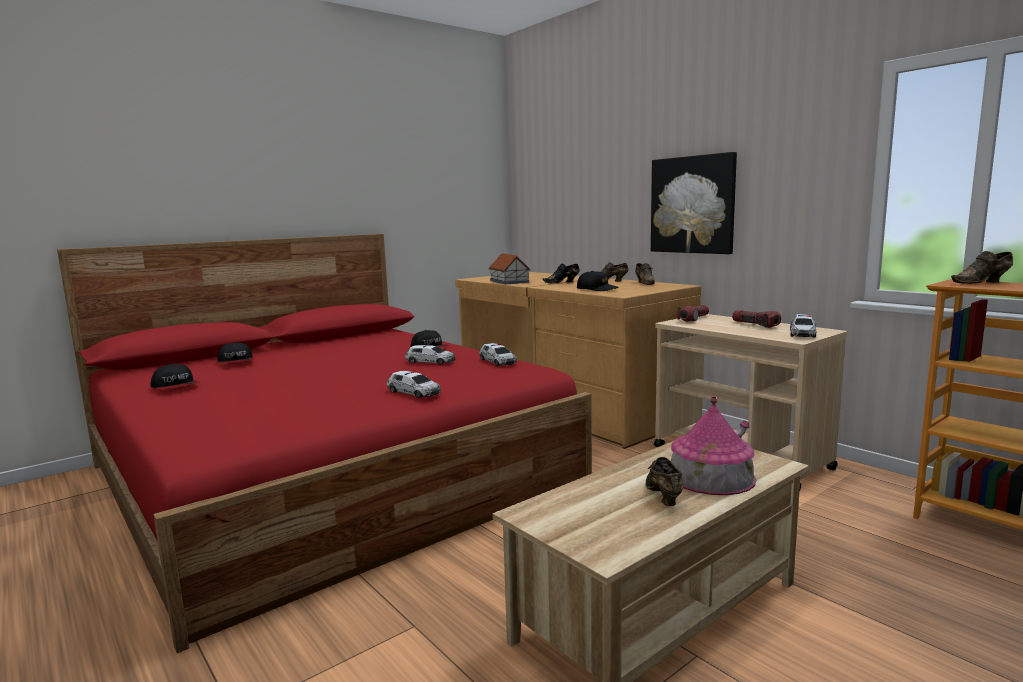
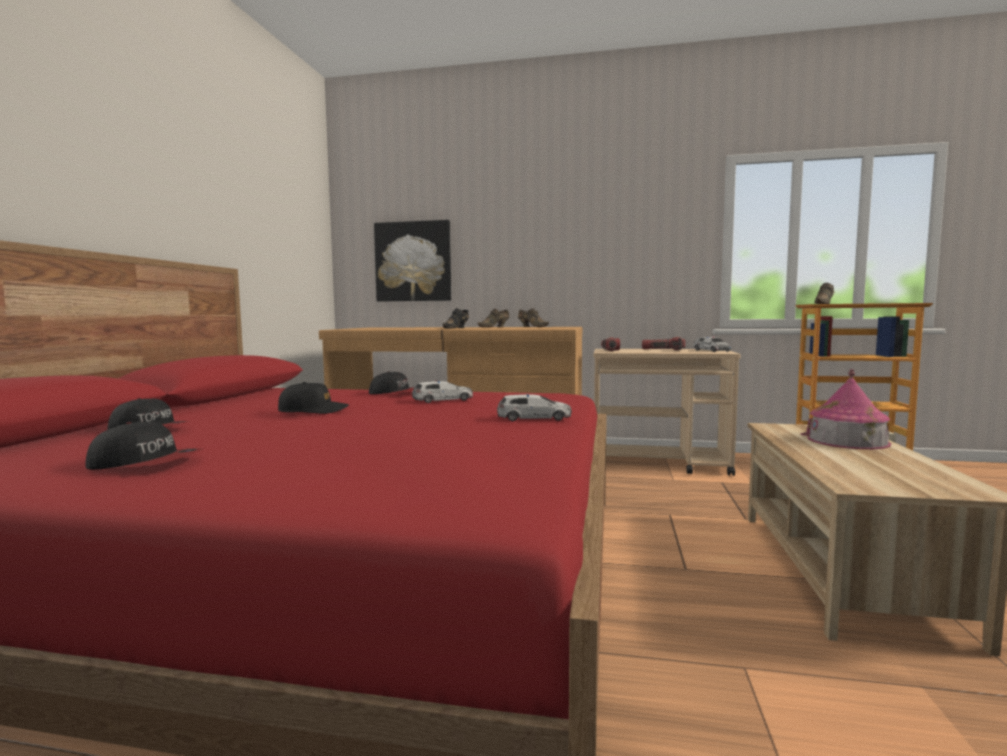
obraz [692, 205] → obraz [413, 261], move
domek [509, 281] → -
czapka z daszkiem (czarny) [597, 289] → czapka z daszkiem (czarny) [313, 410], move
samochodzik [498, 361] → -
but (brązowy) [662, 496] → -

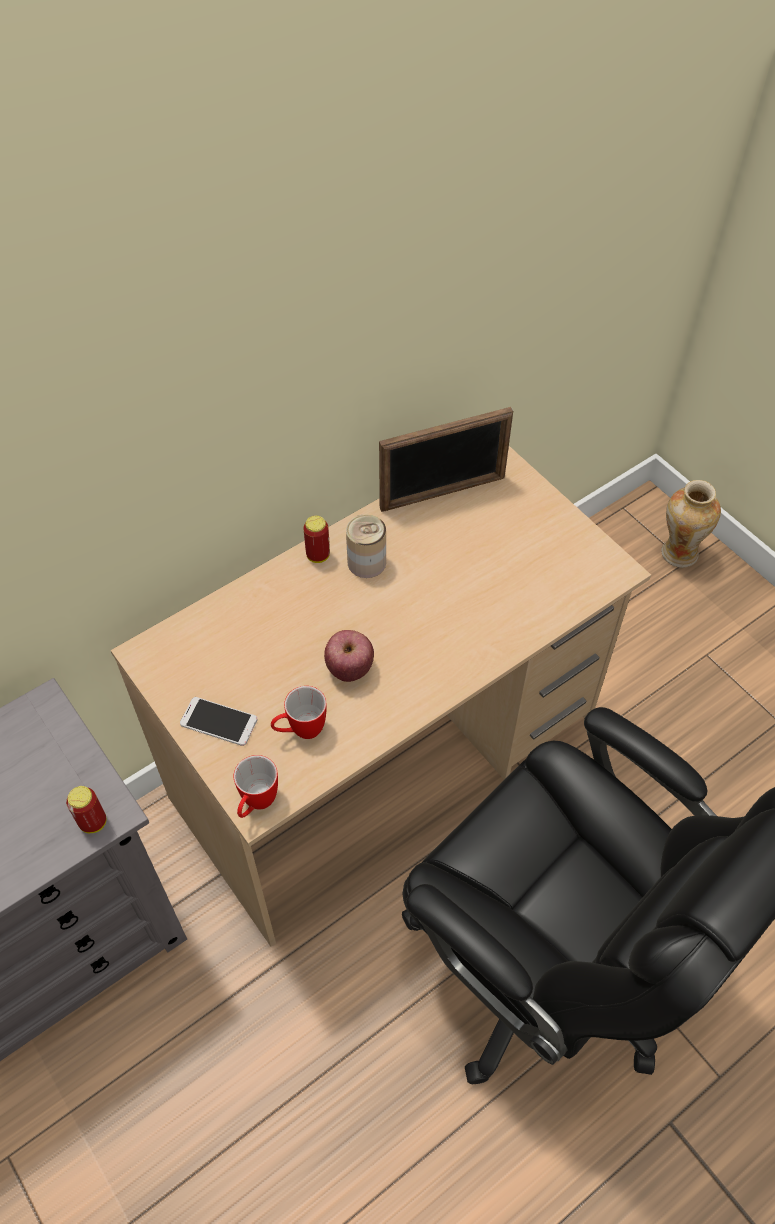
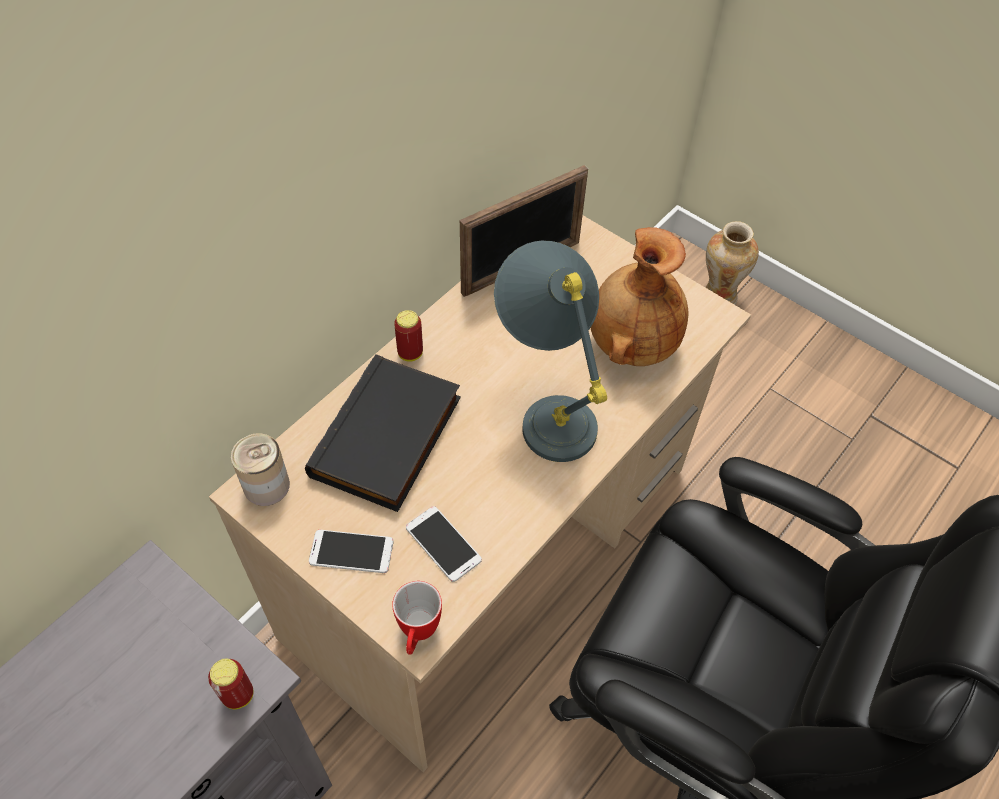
puszka [366, 562] → puszka [266, 485], move
jabłko [349, 668] → -
kubek [300, 731] → telefon [443, 544]
- → wazon (brązowy) [631, 343]
- → lampa stołowa (szary) [547, 408]
- → książka (czarny) [389, 438]

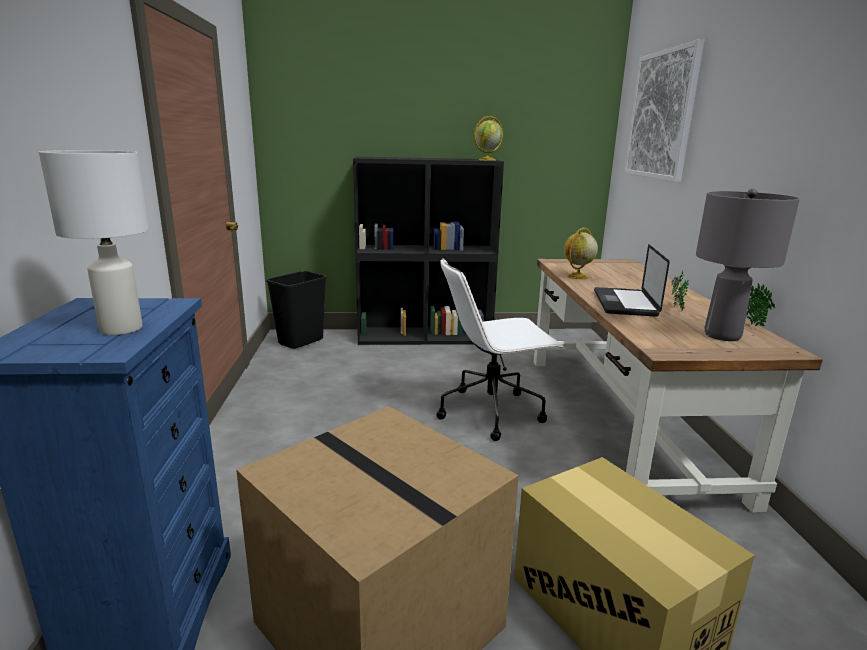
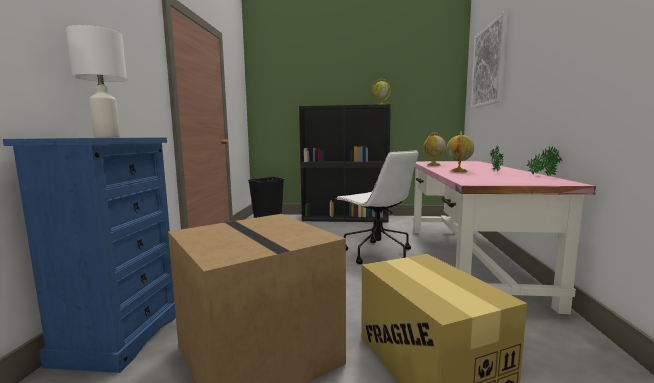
lampa stołowa (szary) [722, 335] → -
laptop [625, 303] → globus [459, 171]
krzesło biurowe (biały) [492, 412] → krzesło biurowe (biały) [376, 253], 120 degrees counterclockwise
biurko (brązowy) [622, 419] → biurko (różowy) [468, 260]

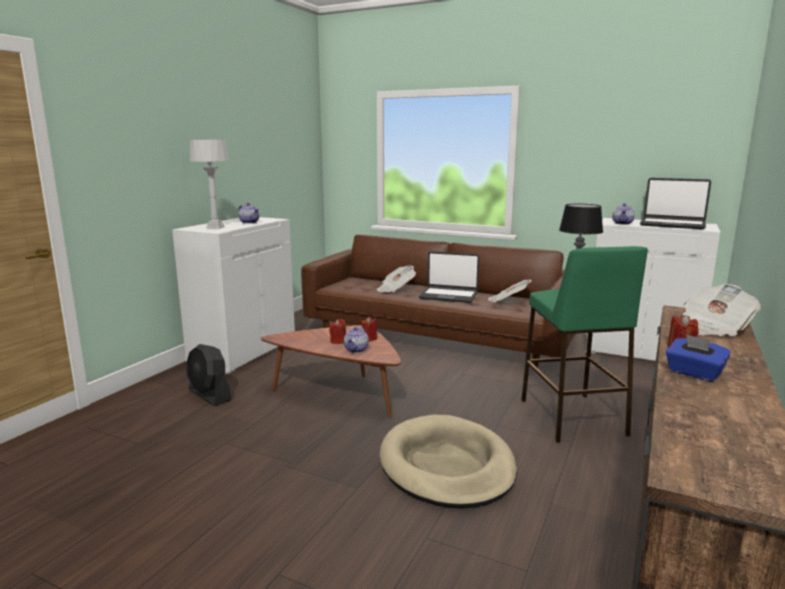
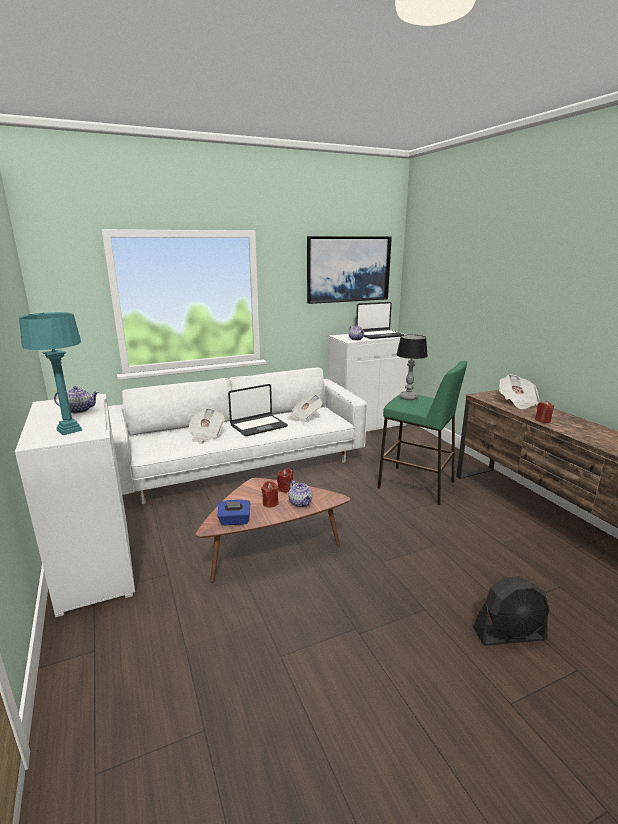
lampa stołowa (szary) [215, 227] → lampa stołowa (turkusowy) [69, 430]
kanapa (brązowy) [437, 337] → kanapa (biały) [241, 464]
pudełko chusteczek (niebieski) [694, 373] → pudełko chusteczek (niebieski) [234, 521], move
wentylator (czarny) [209, 395] → wentylator (czarny) [509, 634], move
legowisko (beżowy) [446, 466] → -
- → obraz [348, 269]

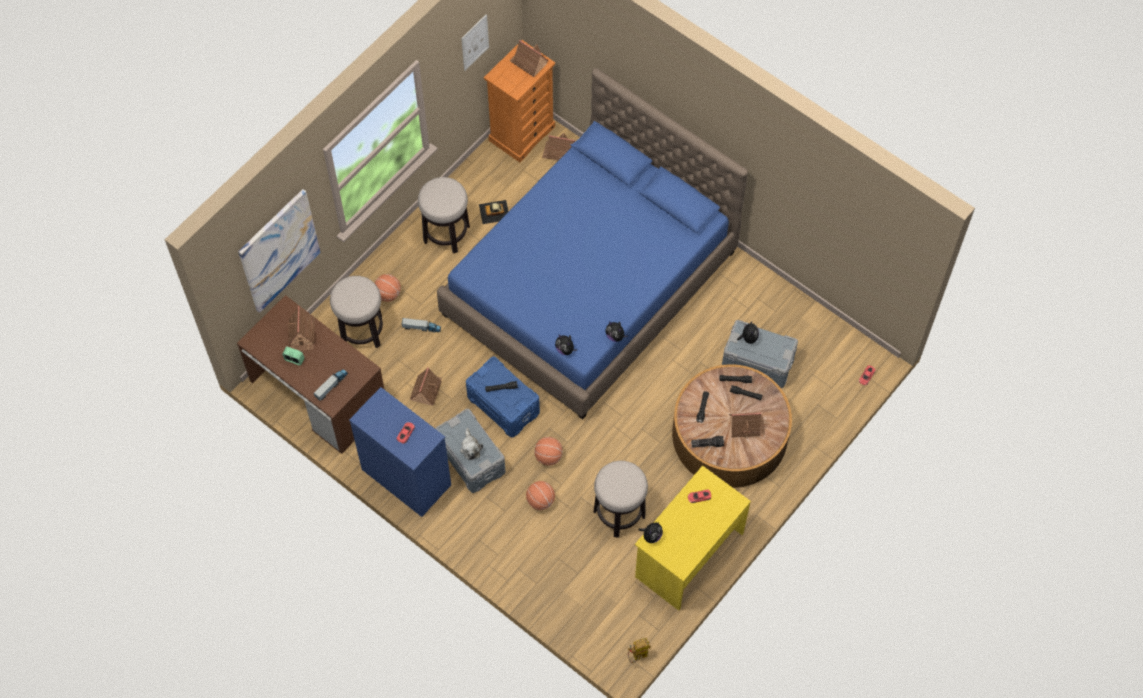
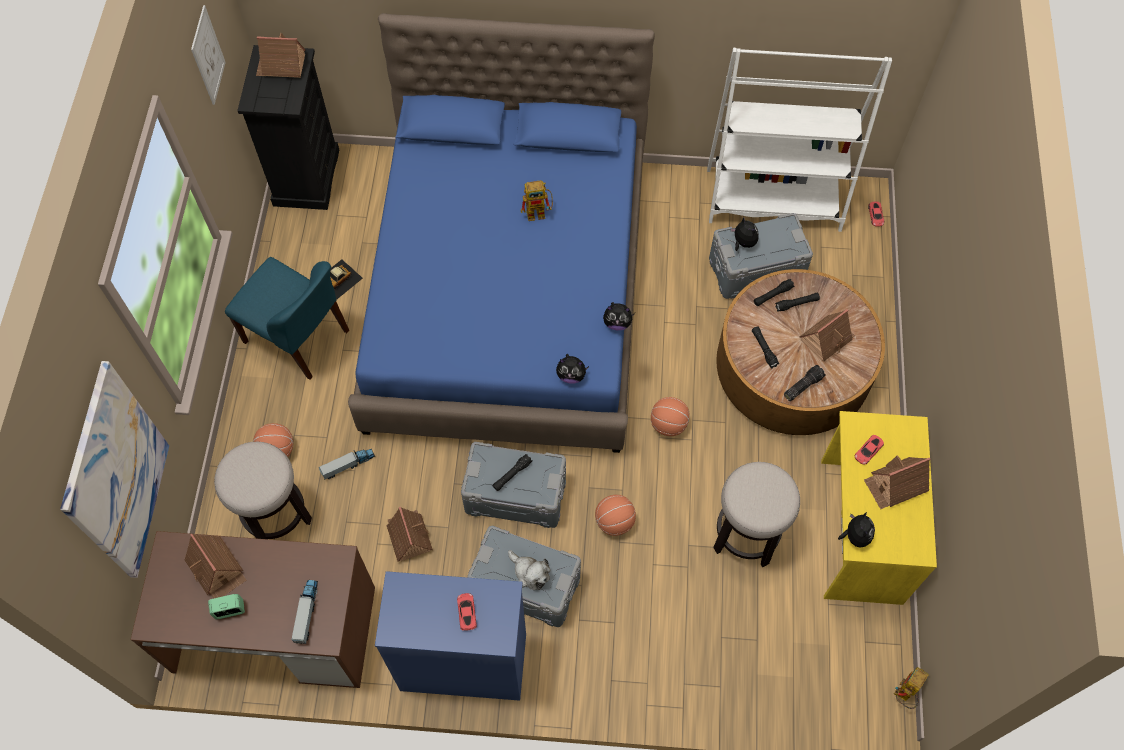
komoda (pomarańczowy) [522, 133] → komoda (czarny) [306, 177]
domek [559, 152] → domek [895, 485], move
stołek [446, 233] → krzesło (niebieski) [298, 337]
pojemnik do przechowywania (niebieski) [503, 405] → pojemnik do przechowywania (szary) [515, 496]
piłka do koszykówki [540, 501] → piłka do koszykówki [668, 424], move
- → regał (biały) [773, 200]
- → robot zabawkowy [539, 212]

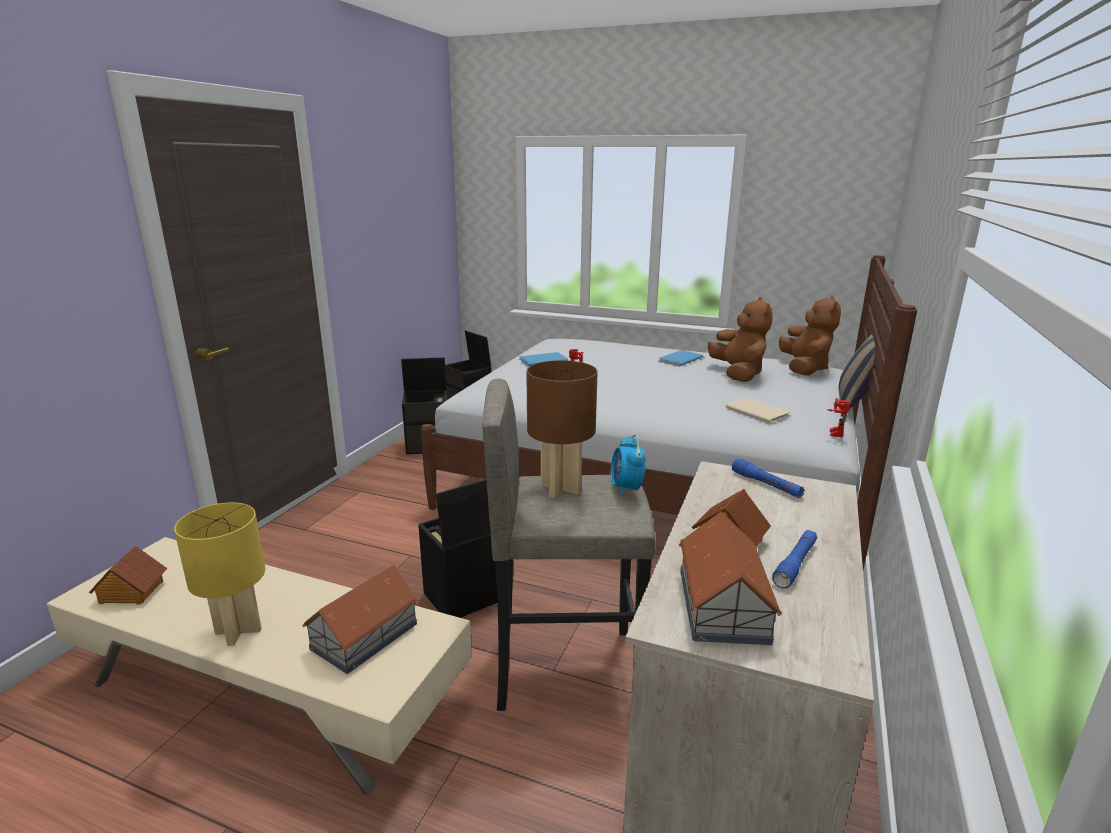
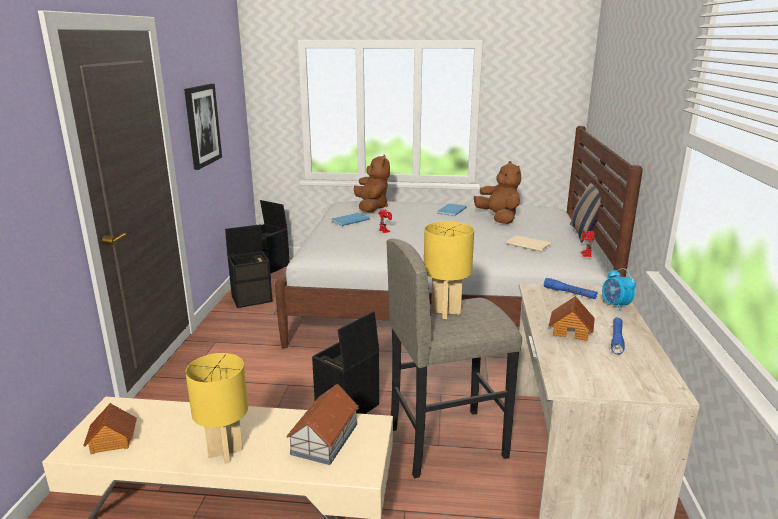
pluszak (brązowy) [804, 369] → pluszak (brązowy) [371, 208], move
lampa stołowa (brązowy) [560, 488] → lampa stołowa (żółty) [445, 312]
budzik [626, 489] → budzik [615, 305], move
domek [722, 606] → -
- → obraz [202, 125]

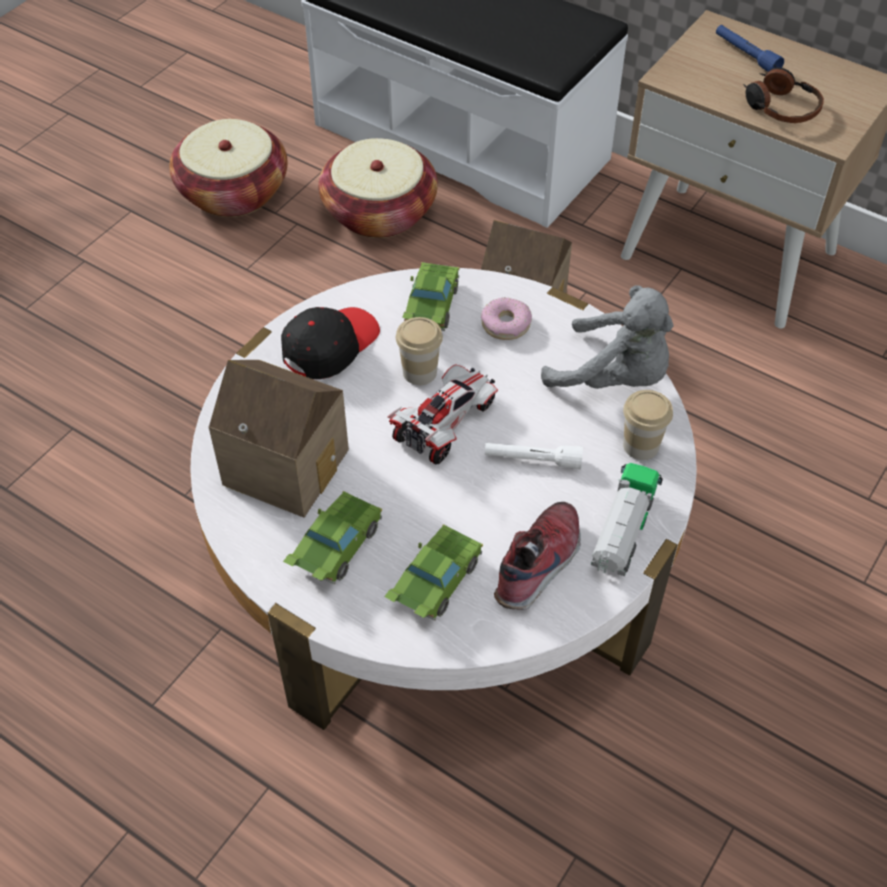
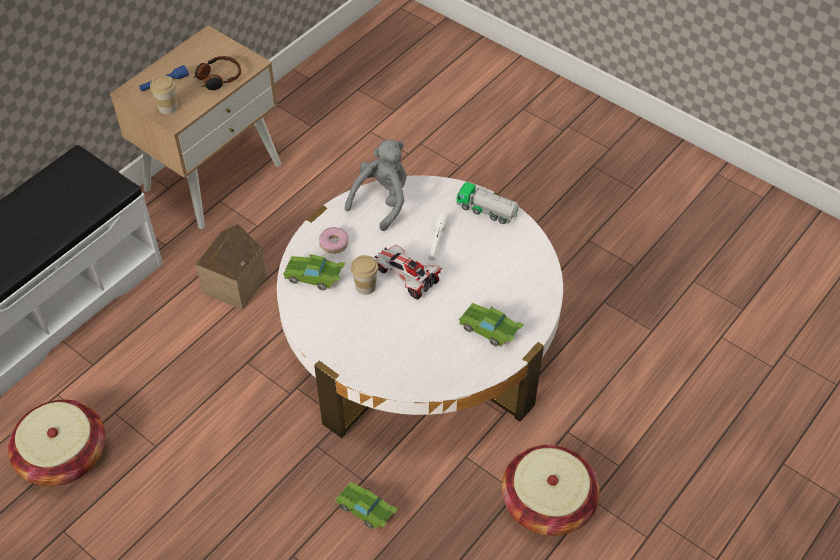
koszyk [379, 212] → koszyk [547, 503], move
czapka z daszkiem (czarny) [330, 346] → -
domek [288, 462] → -
filiżanka [641, 445] → filiżanka [168, 107], move
but [540, 564] → -
samochodzik (zielony) [434, 585] → samochodzik (zielony) [367, 511], move

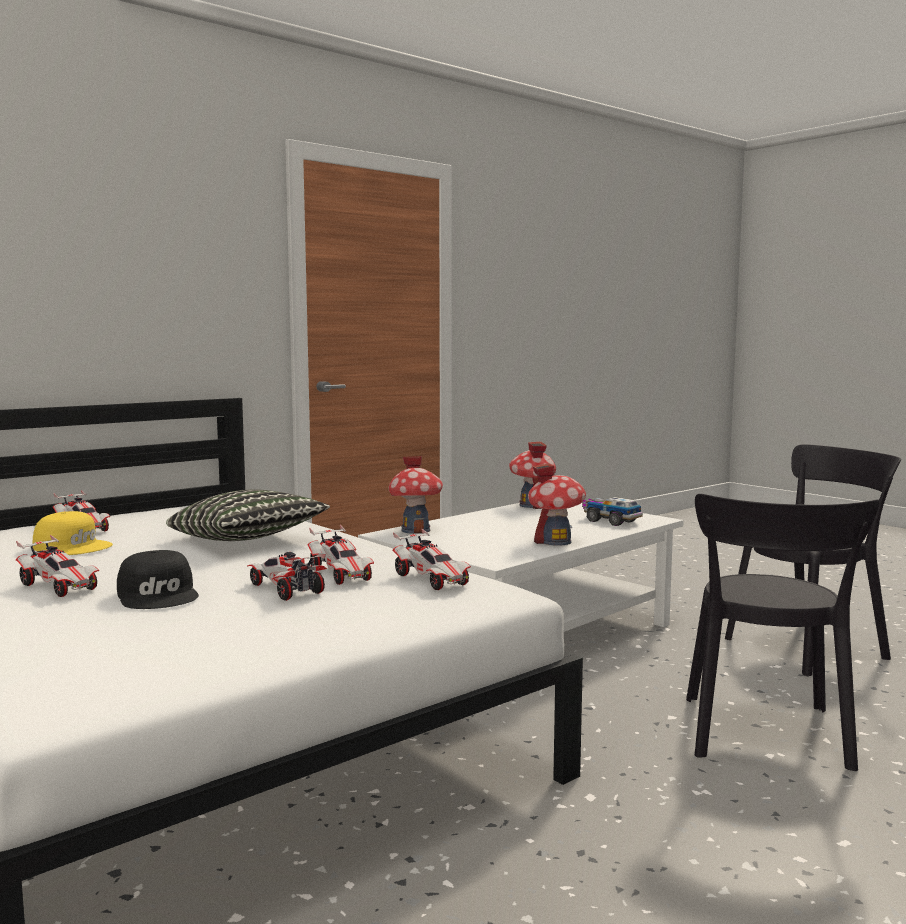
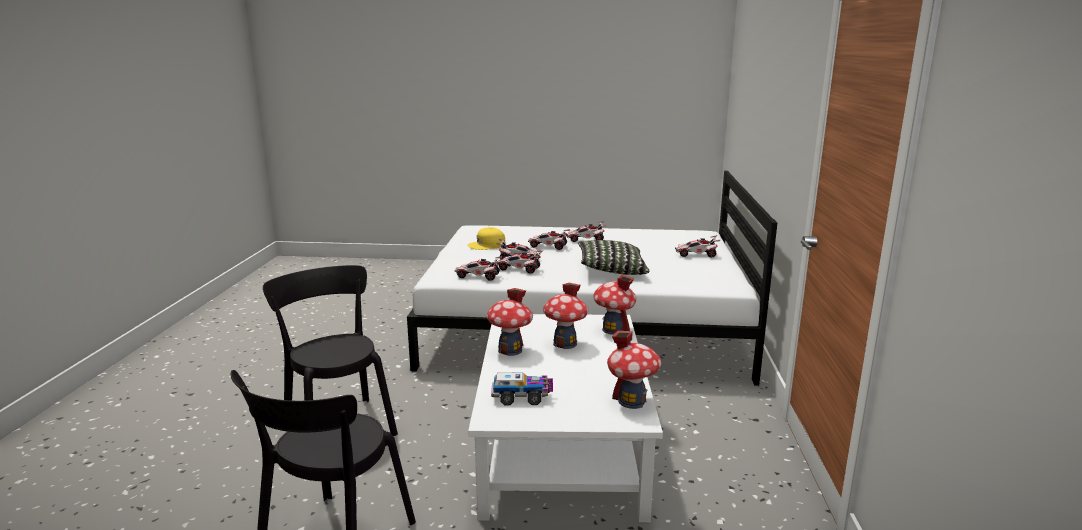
czapka z daszkiem (żółty) [73, 546] → czapka z daszkiem (żółty) [487, 245], move
czapka z daszkiem (czarny) [159, 595] → samochodzik [548, 246]
- → domek [565, 343]

